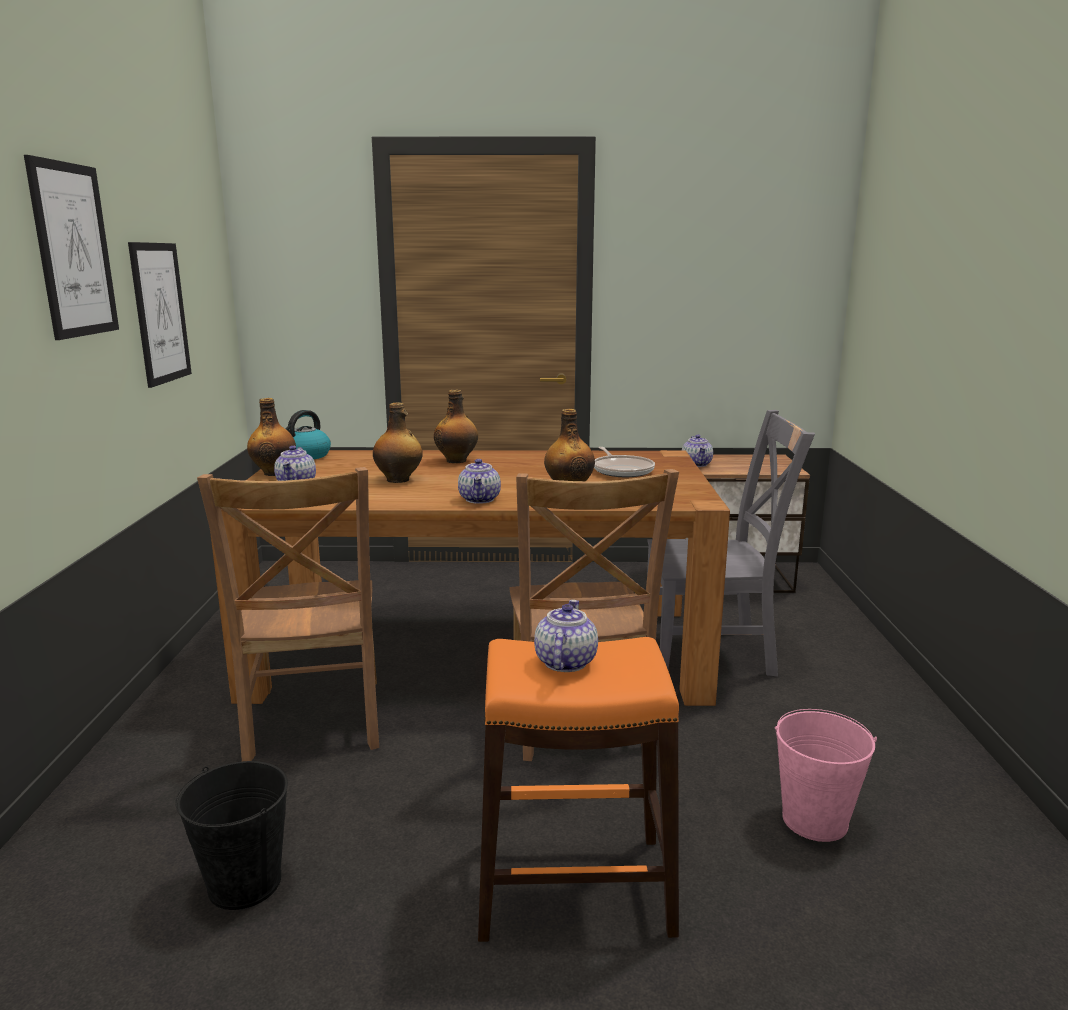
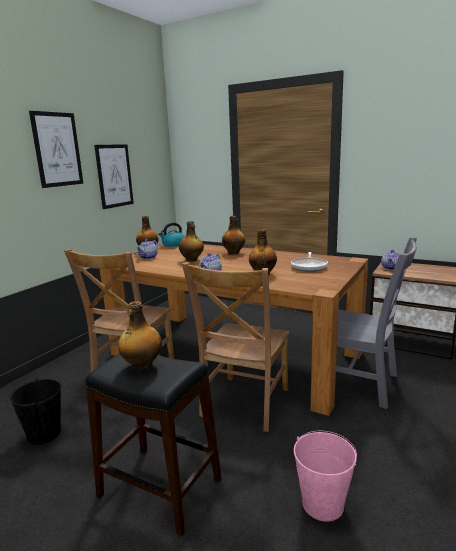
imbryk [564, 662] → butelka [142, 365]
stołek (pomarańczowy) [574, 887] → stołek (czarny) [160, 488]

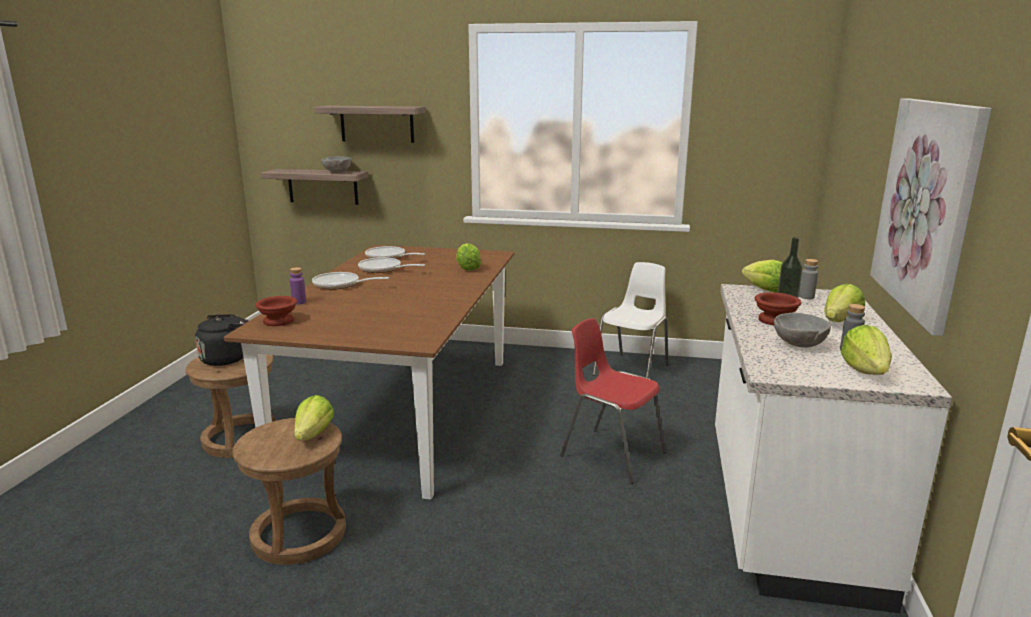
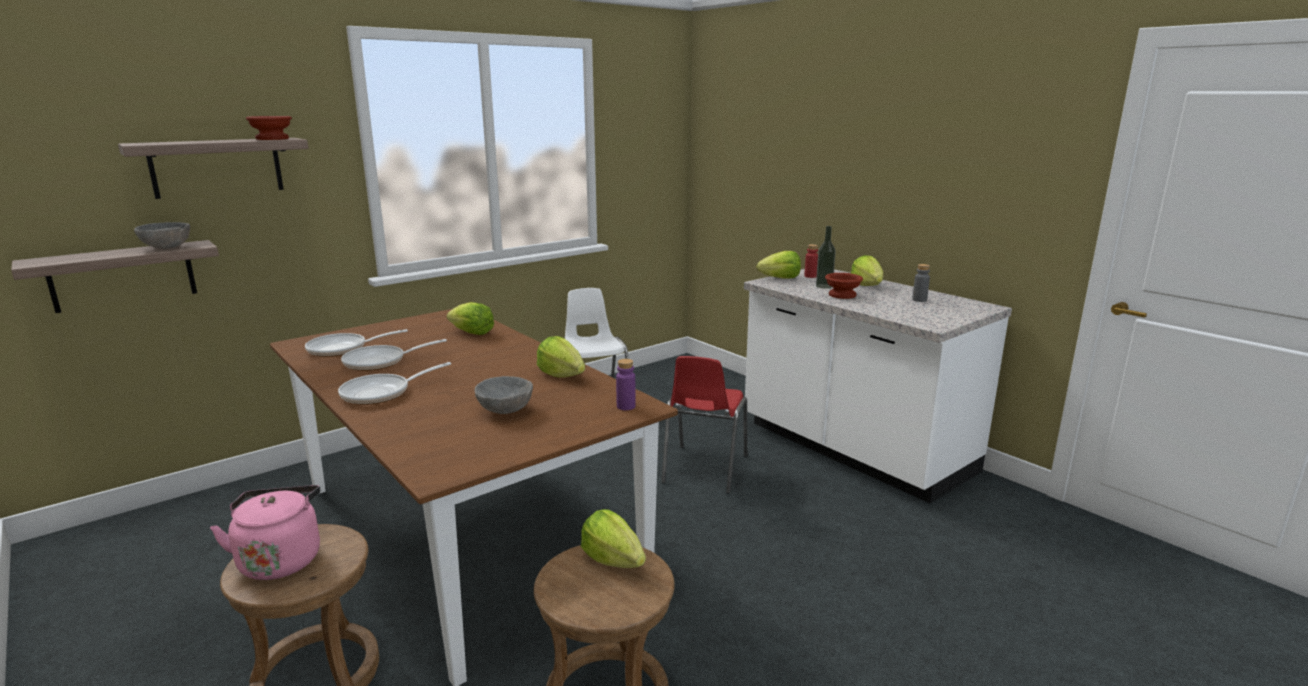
obraz [926, 207] → -
butelka (szary) [806, 297] → butelka (czerwony) [810, 276]
butelka (fioletowy) [299, 302] → butelka (fioletowy) [626, 406], move
miska (brązowy) [279, 321] → miska (brązowy) [273, 139], move
miska (szary) [799, 345] → miska (szary) [506, 411], move
czajnik (czarny) [227, 358] → czajnik (różowy) [281, 559]
krzesło (czerwony) [611, 454] → krzesło (czerwony) [703, 469], 60 degrees counterclockwise
sałata [865, 371] → sałata [561, 375], move

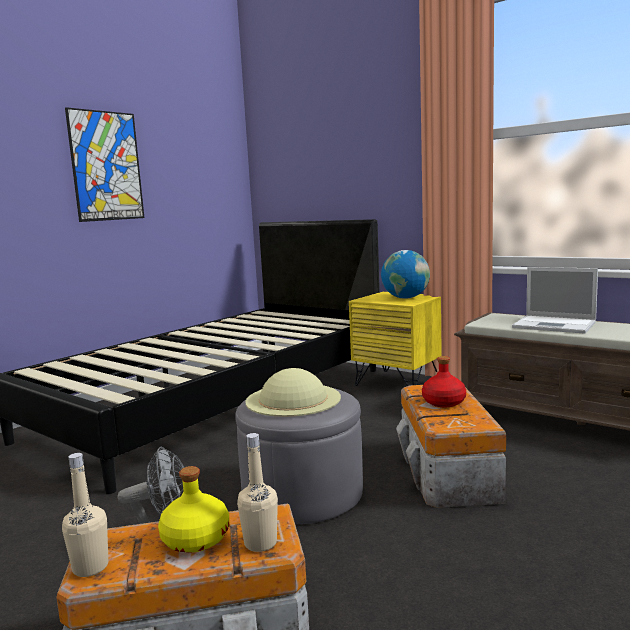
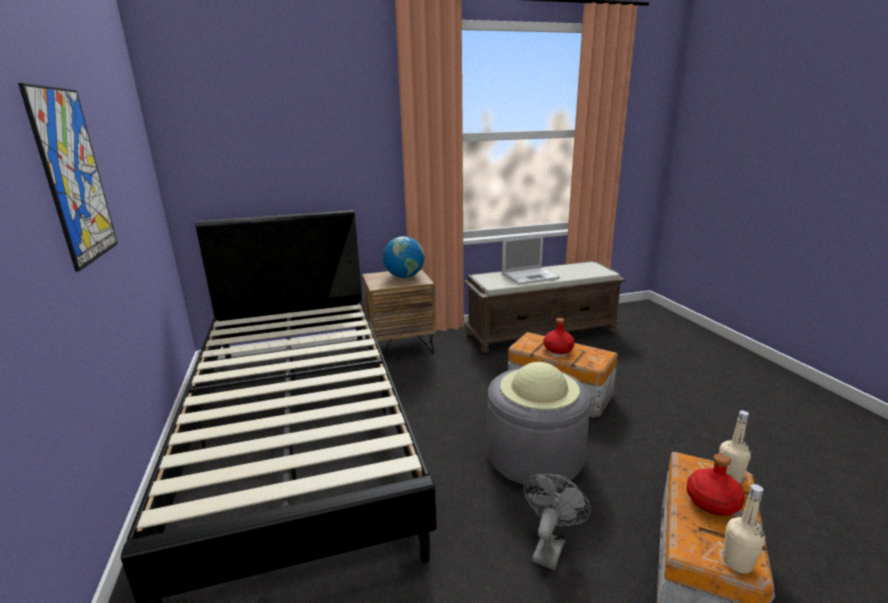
szafka nocna (żółty) [399, 383] → szafka nocna (brązowy) [401, 347]
butelka (żółty) [195, 539] → butelka (czerwony) [712, 502]

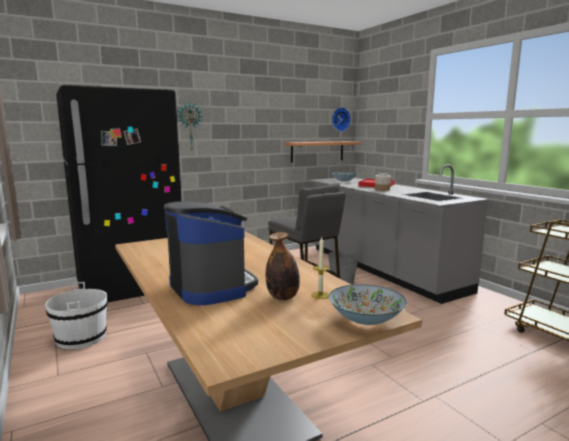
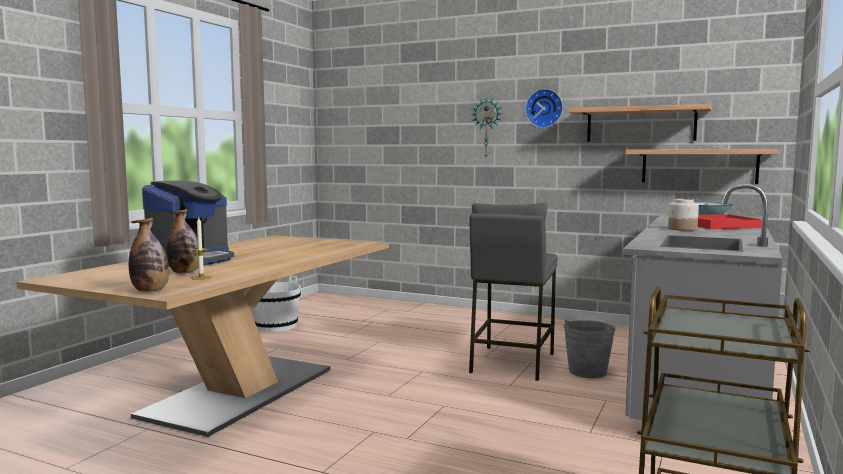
lodówka (czarny) [131, 288] → -
zegar ścienny [340, 119] → zegar ścienny [544, 108], move
miska [366, 320] → butelka [150, 291]
- → półka [640, 124]

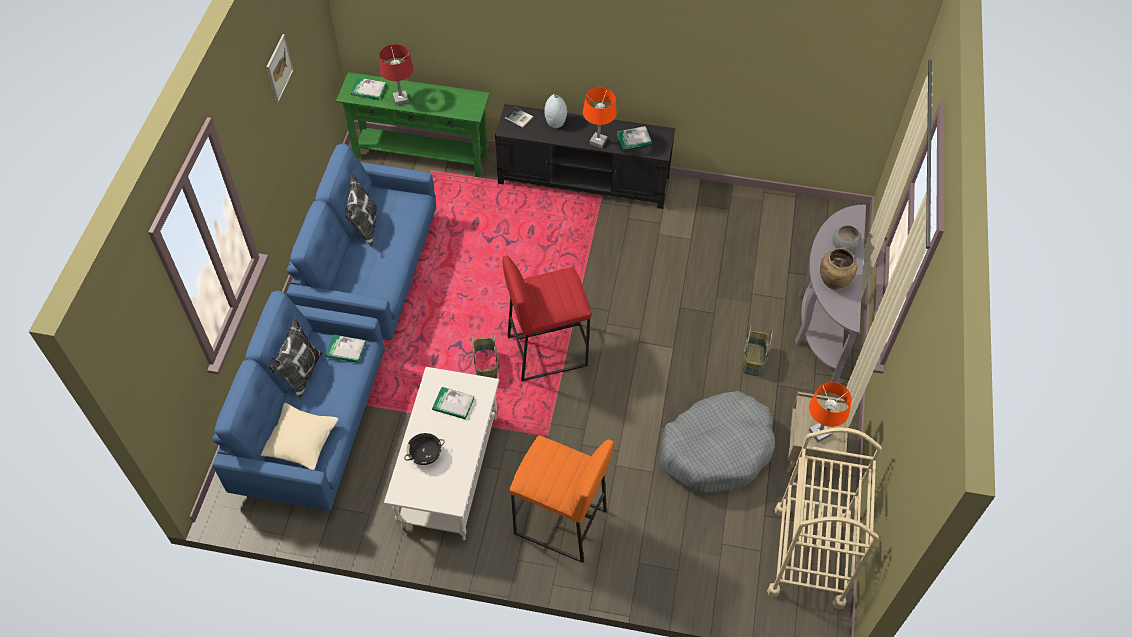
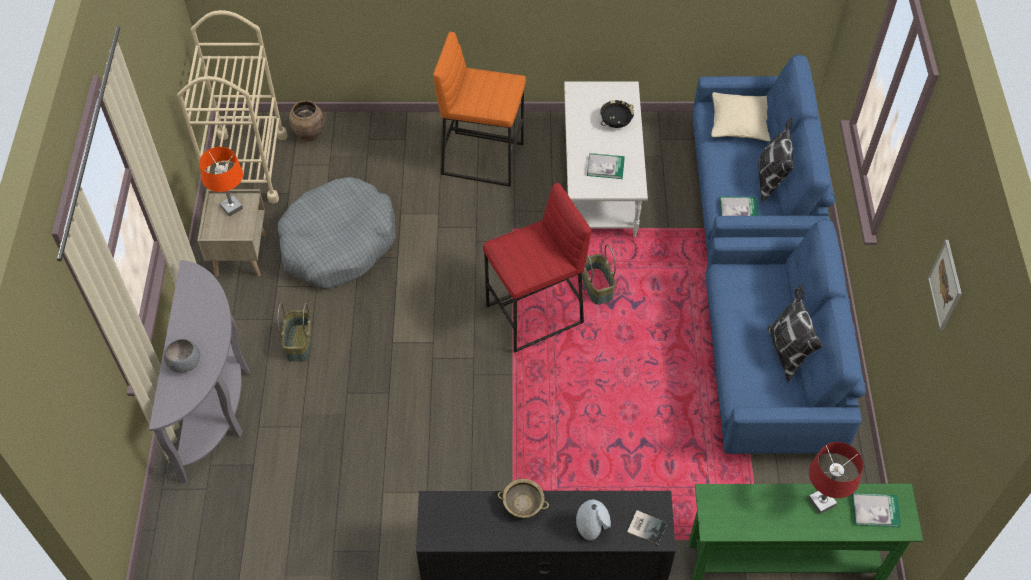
lampa stołowa (pomarańczowy) [598, 141] → miska (beżowy) [523, 505]
książka [634, 139] → -
wazon (brązowy) [833, 283] → wazon (brązowy) [309, 135], move

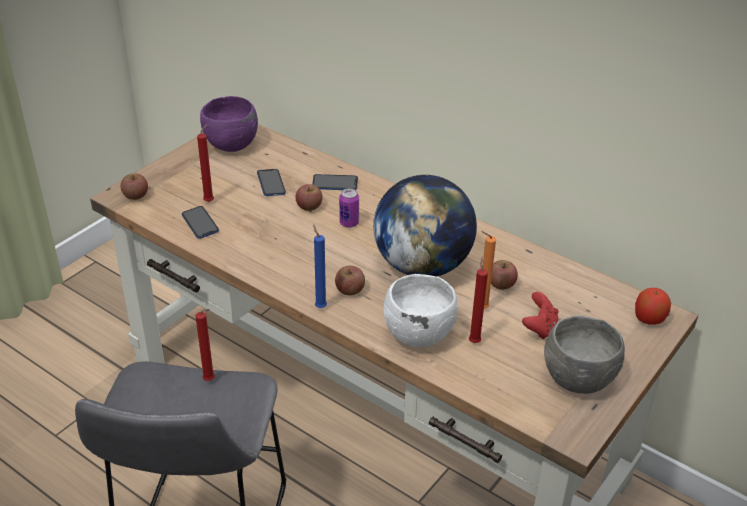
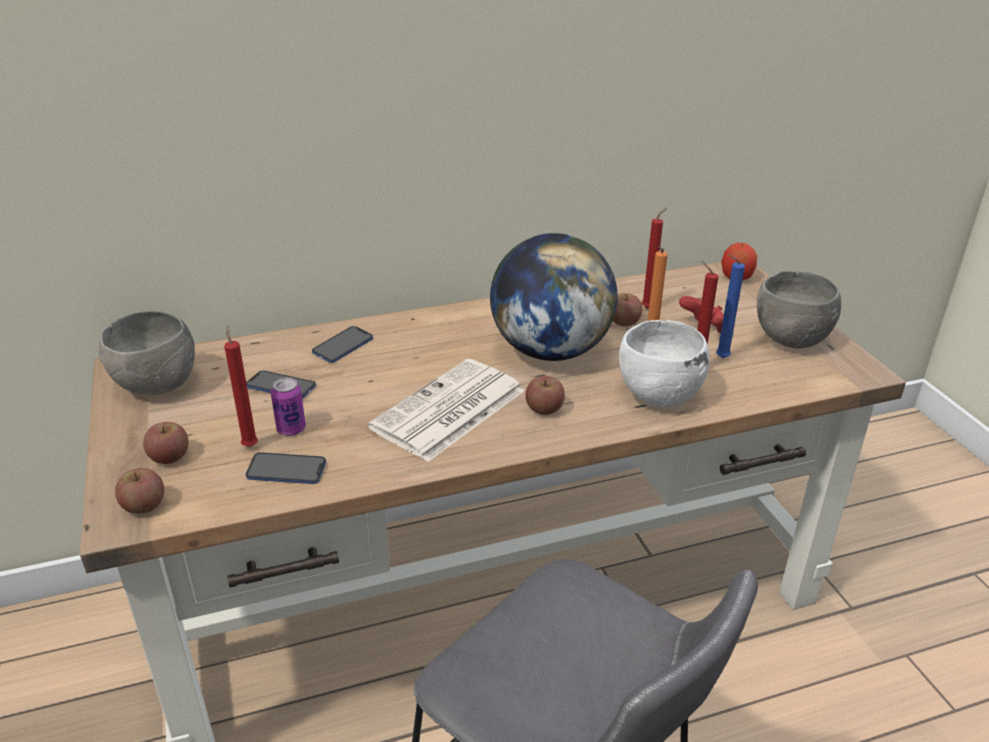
miska (fioletowy) [230, 146] → miska (szary) [157, 386]
jabłko [309, 206] → jabłko [169, 457], move
puszka [349, 223] → puszka [291, 429], move
świeca (niebieski) [320, 306] → świeca (niebieski) [719, 358], move
świeca (czerwony) [210, 381] → świeca (czerwony) [649, 308], move
- → gazeta [448, 411]

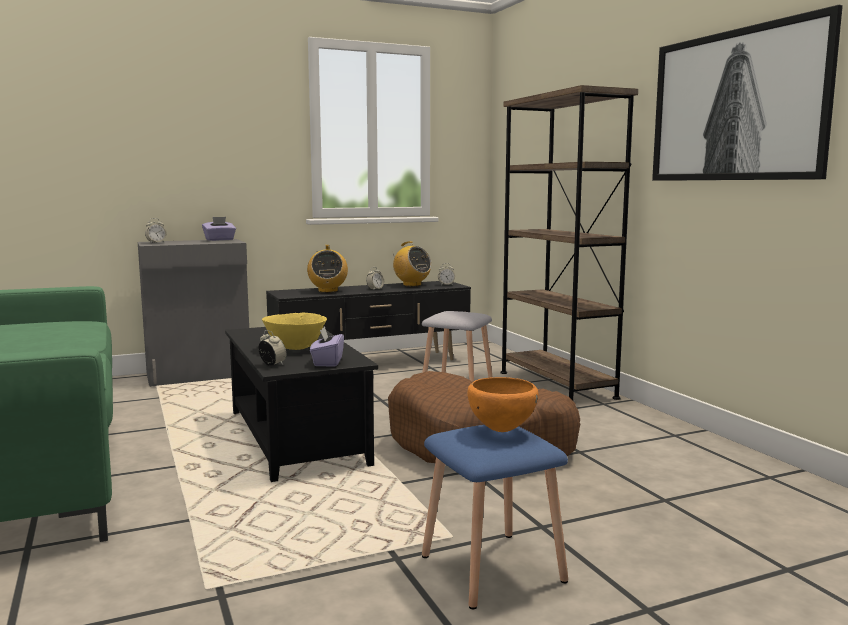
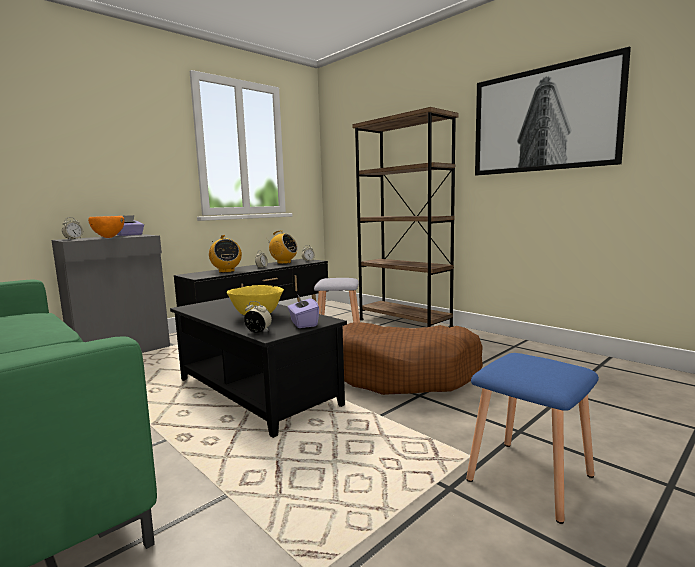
miska (pomarańczowy) [501, 431] → miska (pomarańczowy) [108, 238], move

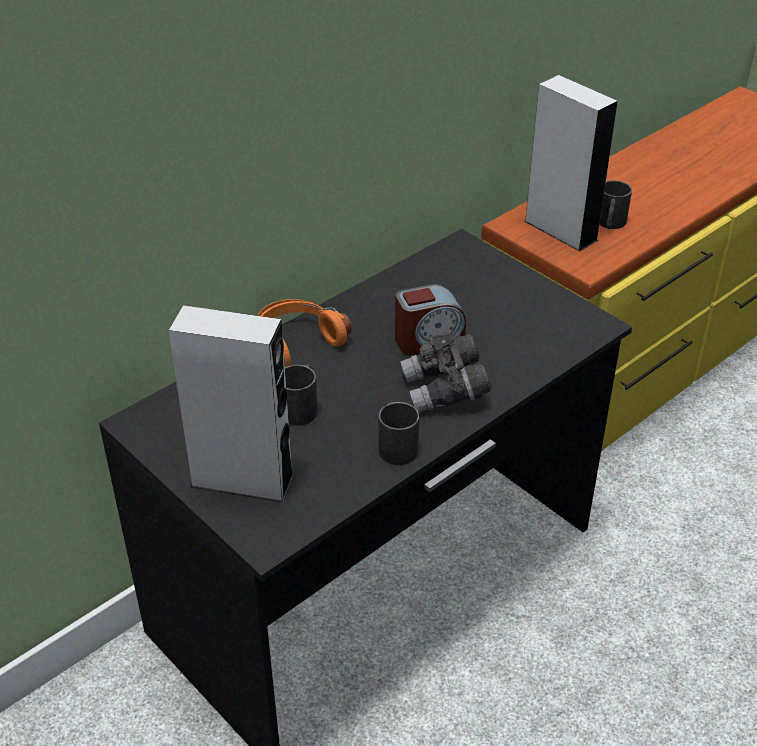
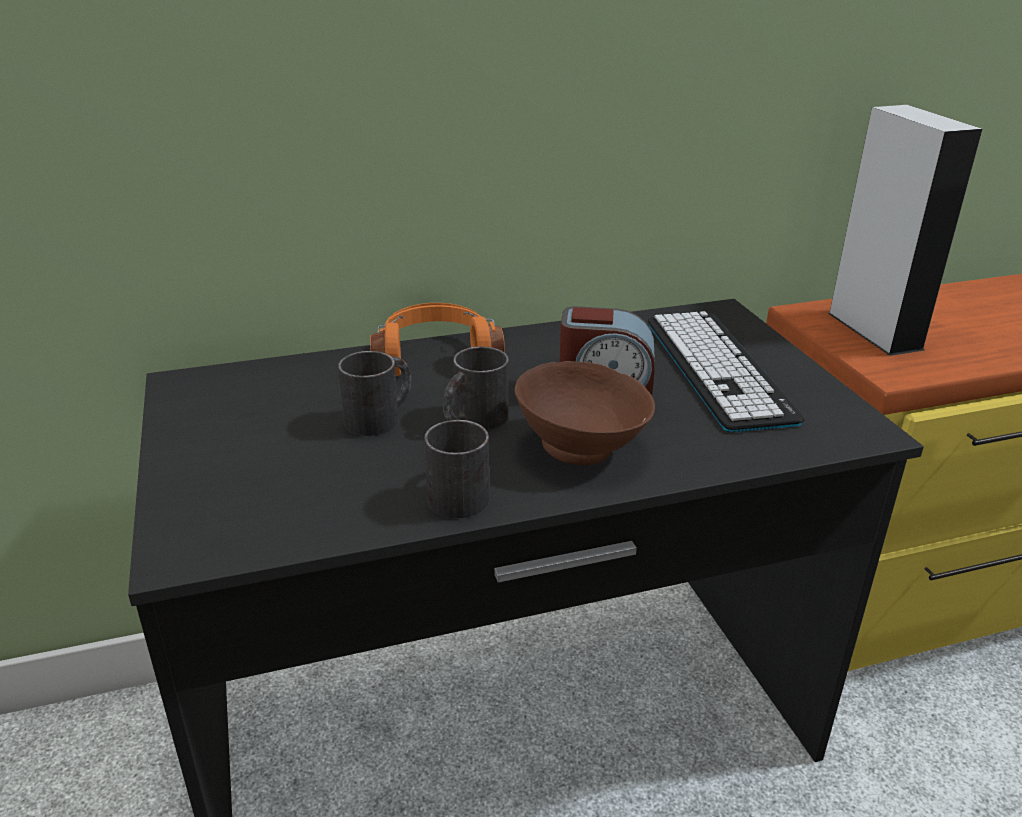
kubek (czarny) [610, 224] → kubek (czarny) [473, 421], move
głośnik (szary) [242, 481] → -
lornetka (szary) [445, 391] → miska (brązowy) [582, 449]
- → klawiatura [717, 369]

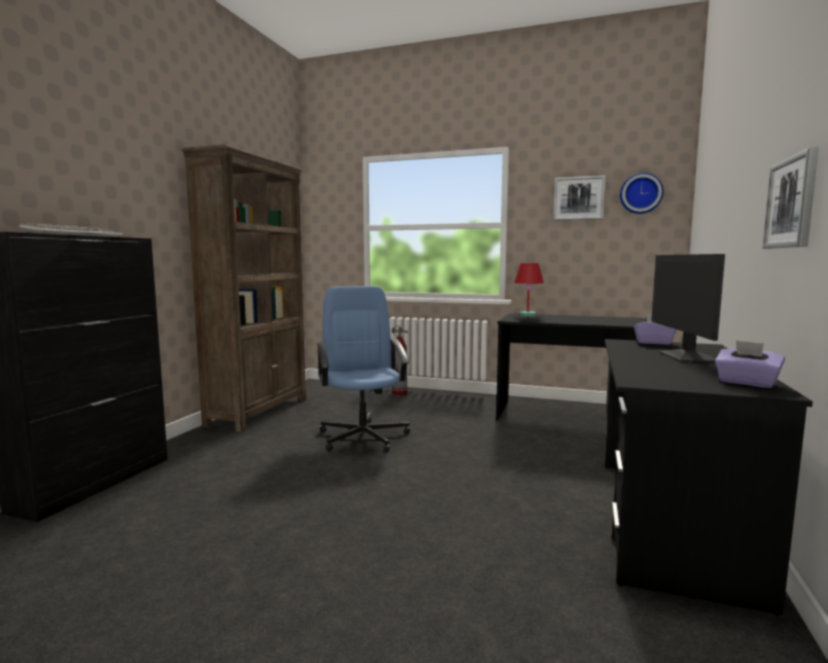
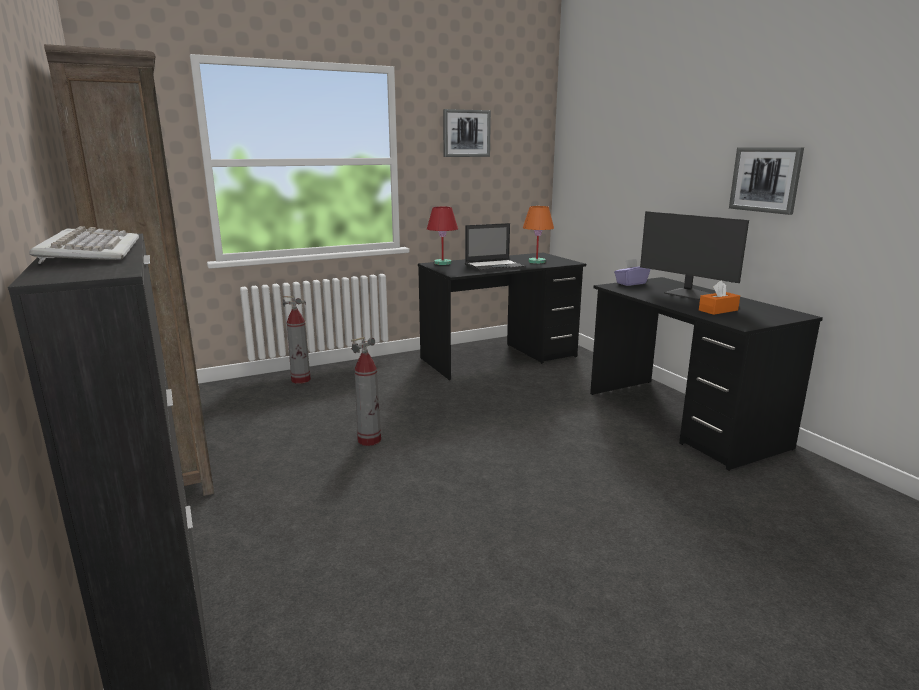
zegar ścienny [641, 193] → -
krzesło biurowe (niebieski) [363, 436] → gaśnica [369, 440]
pudełko chusteczek (fioletowy) [746, 383] → -
- → lampa stołowa (pomarańczowy) [537, 262]
- → laptop [495, 266]
- → pudełko chusteczek (pomarańczowy) [718, 310]

